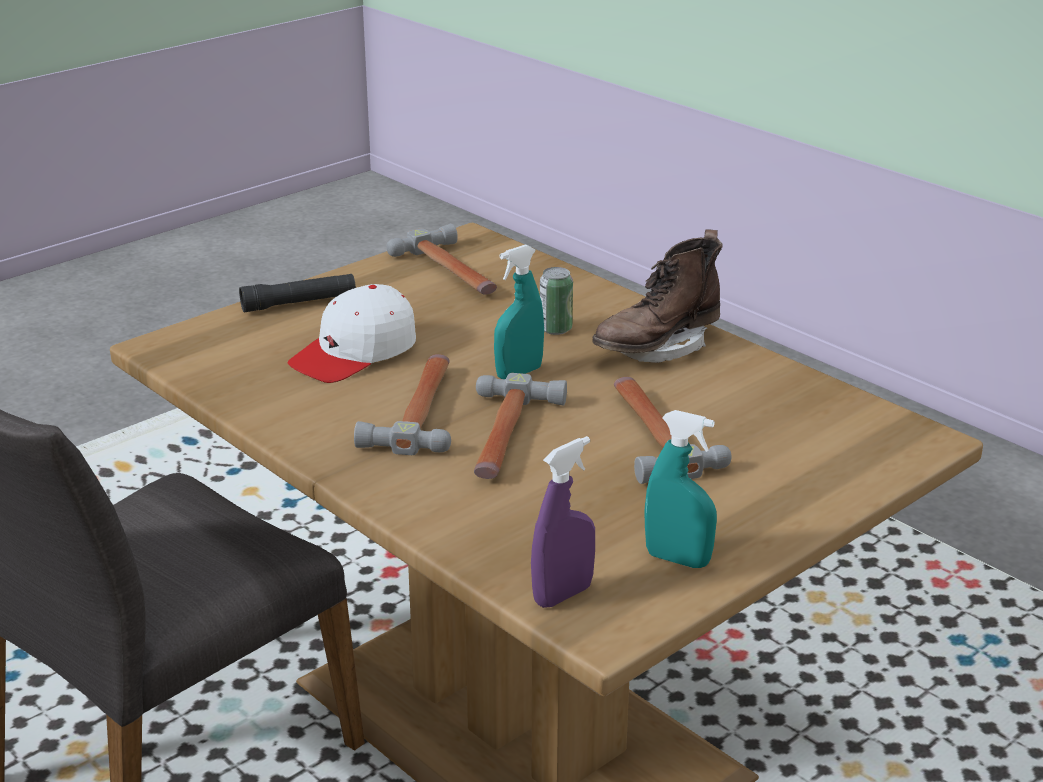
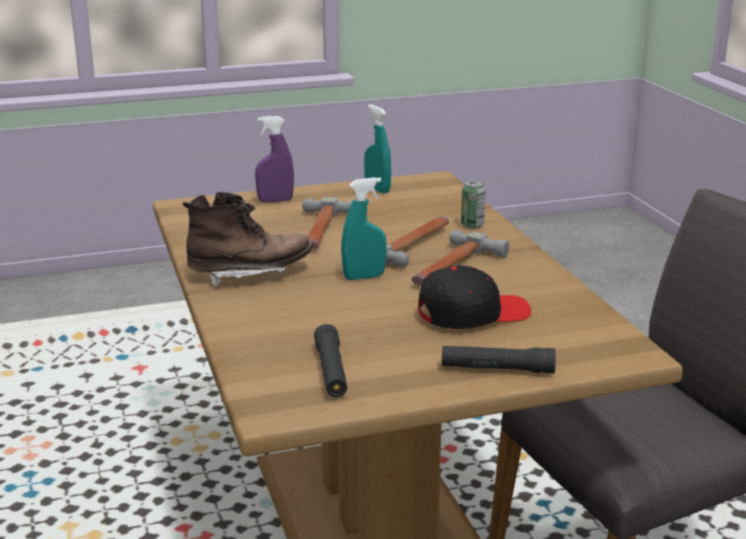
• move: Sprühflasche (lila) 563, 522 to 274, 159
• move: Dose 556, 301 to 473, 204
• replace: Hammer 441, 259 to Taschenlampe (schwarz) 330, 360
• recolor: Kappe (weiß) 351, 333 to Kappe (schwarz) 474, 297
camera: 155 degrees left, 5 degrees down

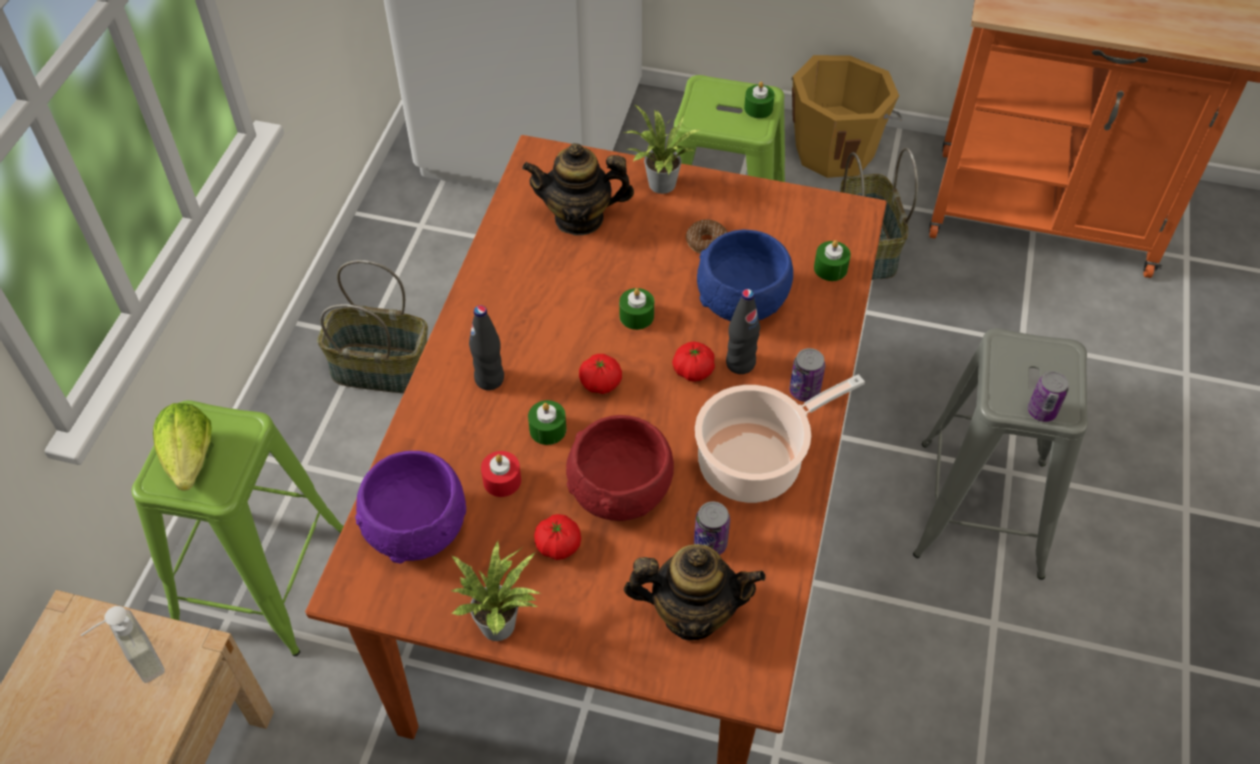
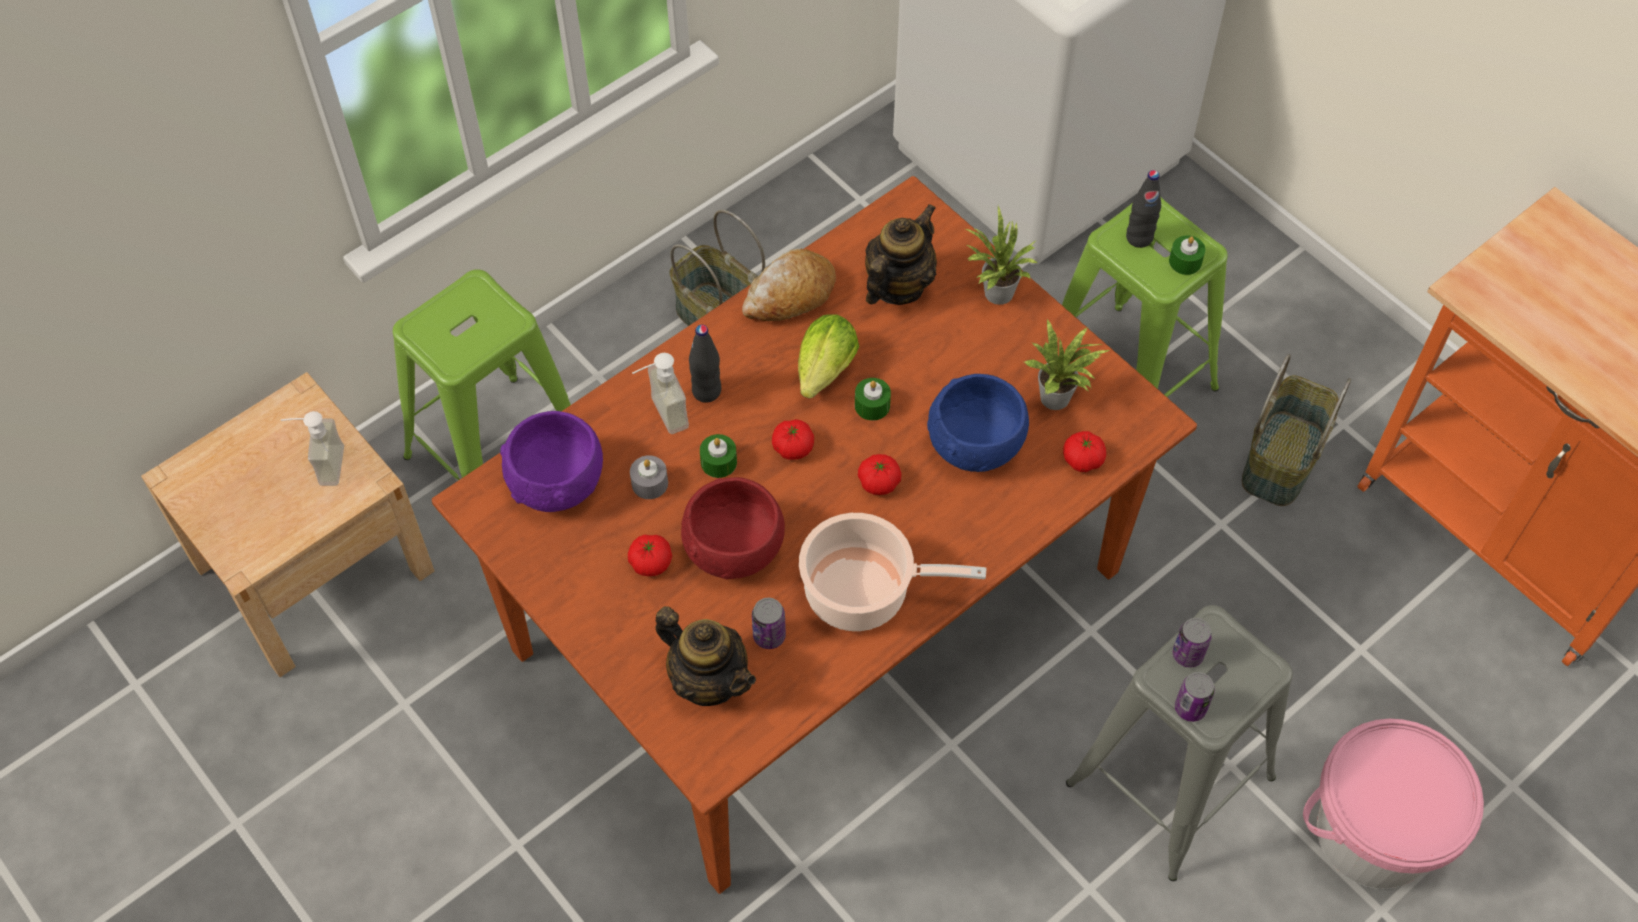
• delete: Donut 706, 236
• delete: Eimer (orange) 846, 116
• insert: Seifenspender 660, 393
• insert: Brot 789, 285
• insert: Eimer (rosa) 1393, 804
• move: Salatkopf 182, 447 to 828, 356
• move: Topfpflanze 496, 591 to 1068, 364
• move: Flasche (schwarz) 743, 331 to 1143, 209
• move: Dose 807, 375 to 1192, 642
• replace: Kerze (grün) 832, 260 to Tomate 1084, 451
• recolor: Kerze (rot) 501, 474 to Kerze (grau) 649, 477
• rotate: Teekanne 578, 189 = 901, 254 90 degrees clockwise
camera: 35 degrees right, 5 degrees up

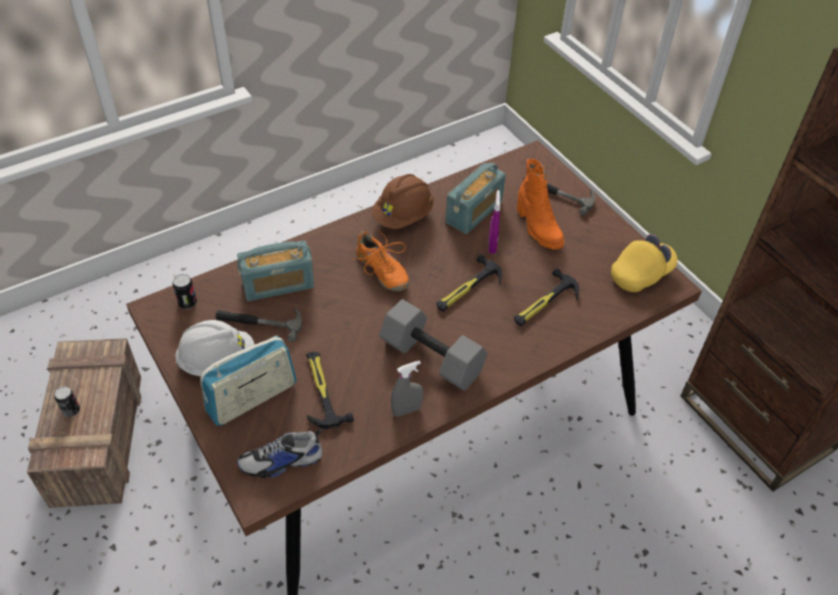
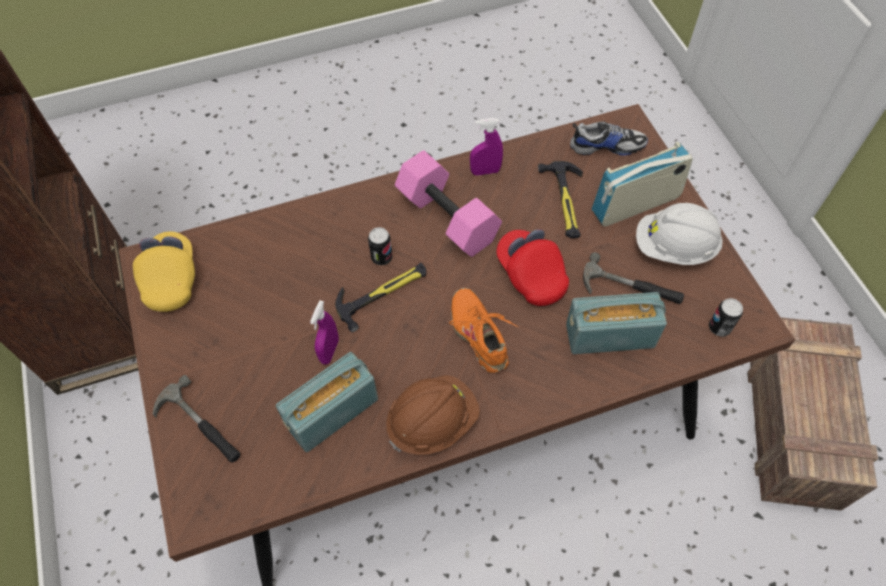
• delete: Hammer 546, 297
• delete: Stiefel (orange) 540, 204
• insert: Kappe (rot) 532, 267
• move: Dose 67, 401 to 380, 246
• recolor: Hantel (grau) 433, 345 to Hantel (rosa) 448, 203
• recolor: Sprühflasche (grau) 407, 389 to Sprühflasche (lila) 486, 147
• rotate: Kappe (gelb) 644, 263 = 164, 272 105 degrees clockwise
camera: 165 degrees left, 10 degrees up

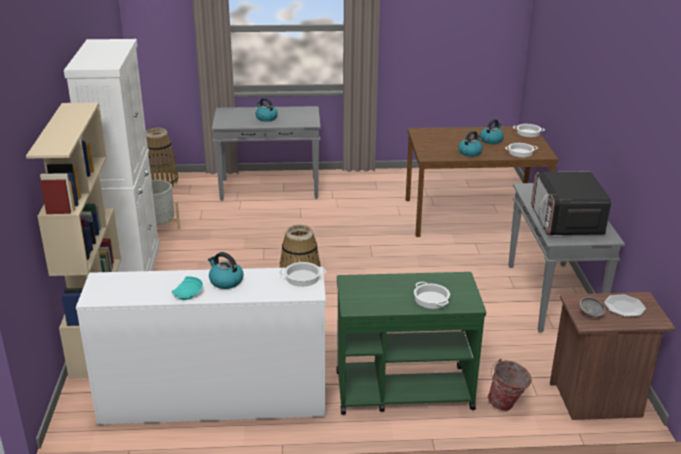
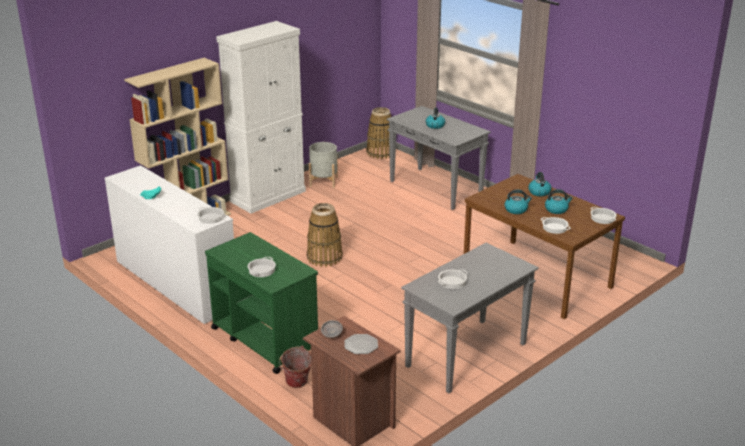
• move: Wasserkessel 226, 270 to 539, 184
• replace: Mikrowelle 571, 203 to Kochtopf 453, 279
camera: 50 degrees right, 0 degrees up

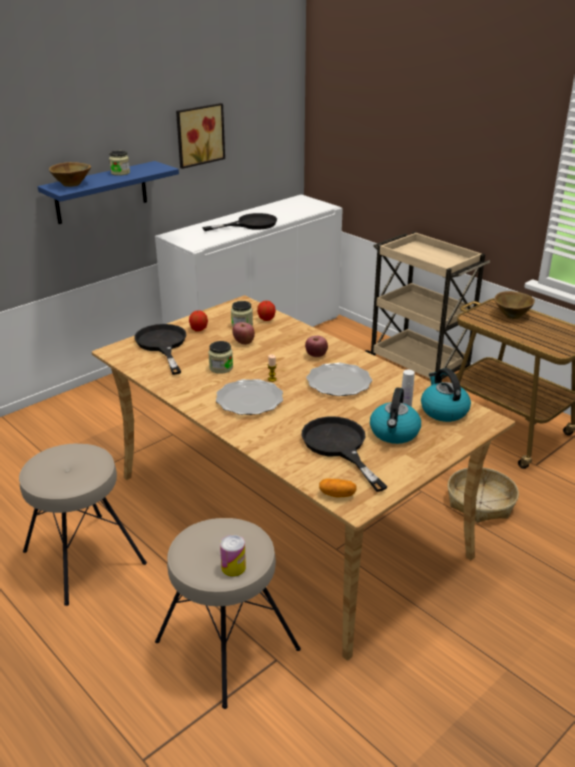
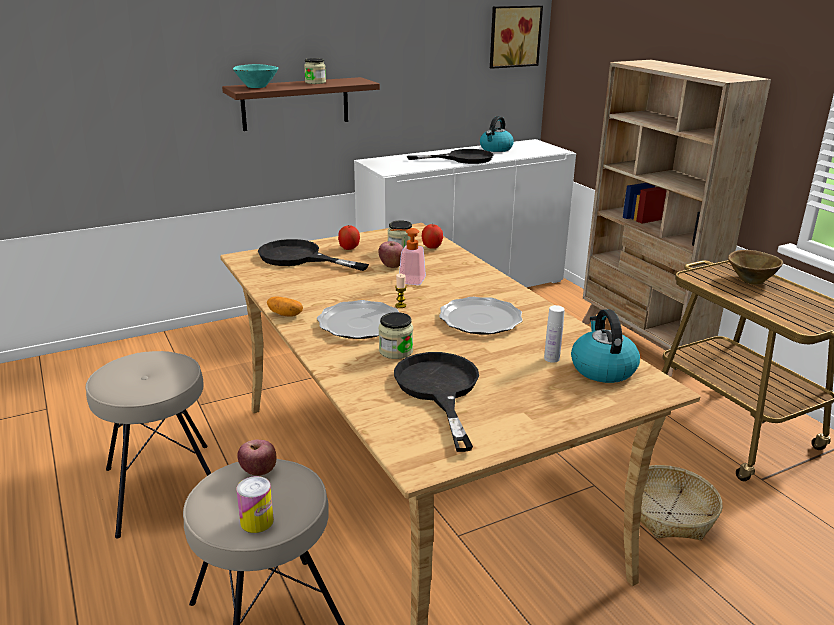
• insert: Seifenspender 408, 256
• move: Bild 200, 136 to 516, 37
• move: Vorratsglas 220, 357 to 396, 335
• move: Apfel 316, 346 to 257, 458
• move: Kartoffel 338, 488 to 285, 306
• move: Wasserkessel 395, 415 to 497, 134
• replace: Rollwagen (beige) 428, 307 to Bücherregal (beige) 676, 218
• recolor: Wandregal (blau) 108, 192 to Wandregal (braun) 301, 104
• recolor: Schüssel (braun) 70, 174 to Schüssel (türkis) 255, 76
• rotate: Pfanne (schwarz) 160, 349 = 313, 255 60 degrees counterclockwise
camera: 15 degrees right, 5 degrees down

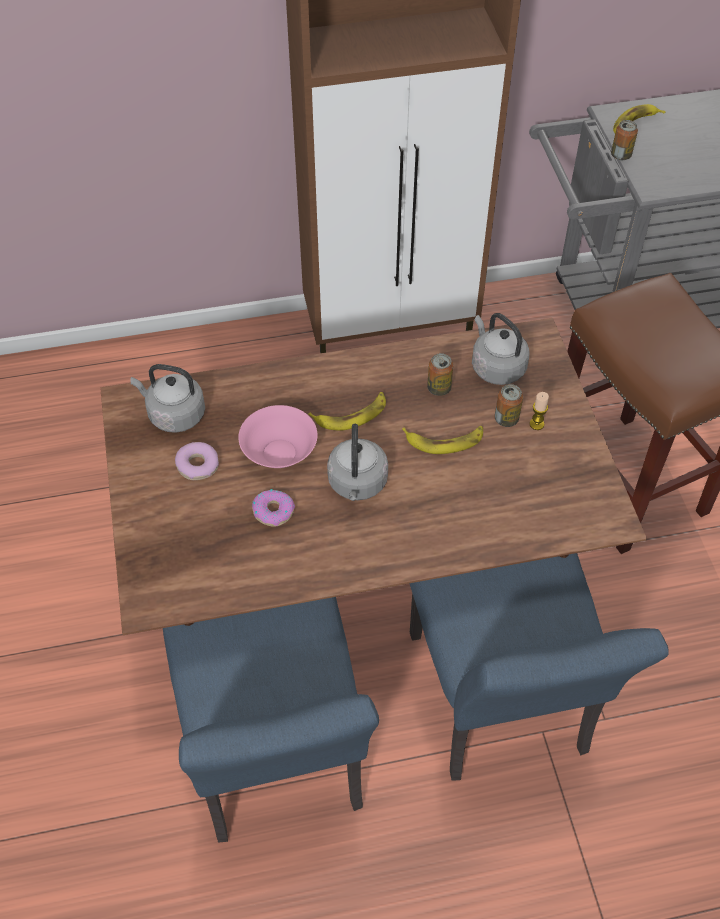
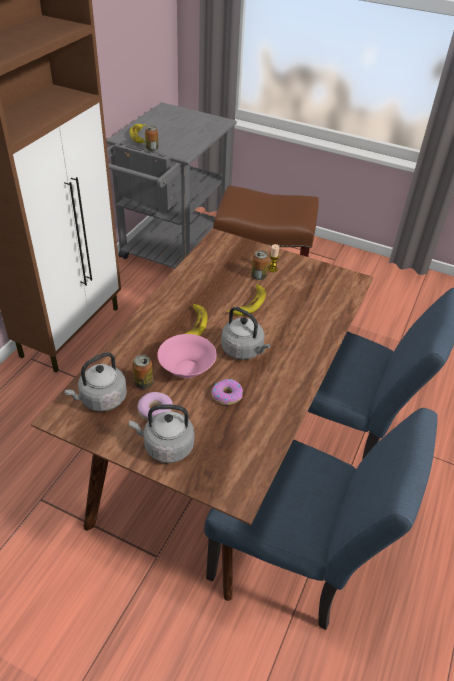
• move: Dose 440, 374 to 142, 372
• move: Wasserkessel (grau) 501, 349 to 161, 434
camera: 55 degrees left, 10 degrees down

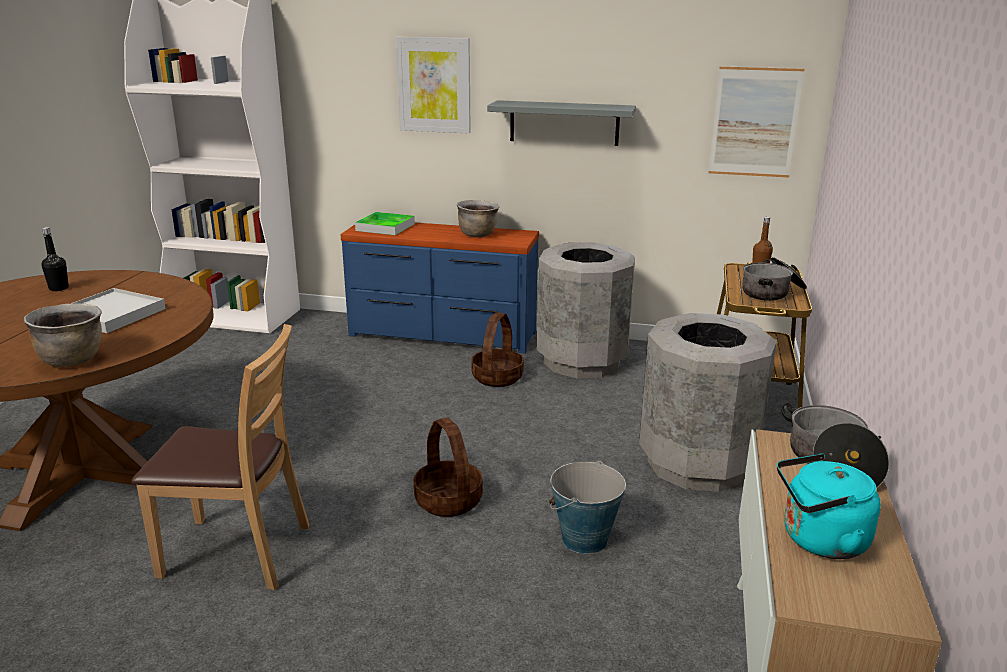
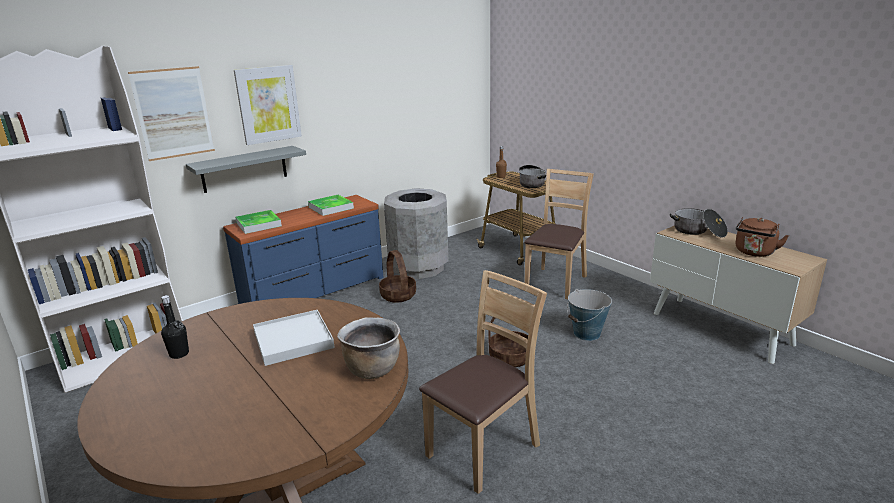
• move: Wandregal (grau) 561, 123 to 246, 169
• move: Bild 757, 122 to 171, 113
• replace: Kochtopf (braun) 478, 218 to Tablett 331, 205
• replace: Mülleimer (grau) 708, 402 to Stuhl (braun) 559, 234
• recolor: Wasserkessel (türkis) 829, 506 to Wasserkessel (braun) 762, 237
camera: 50 degrees left, 0 degrees up

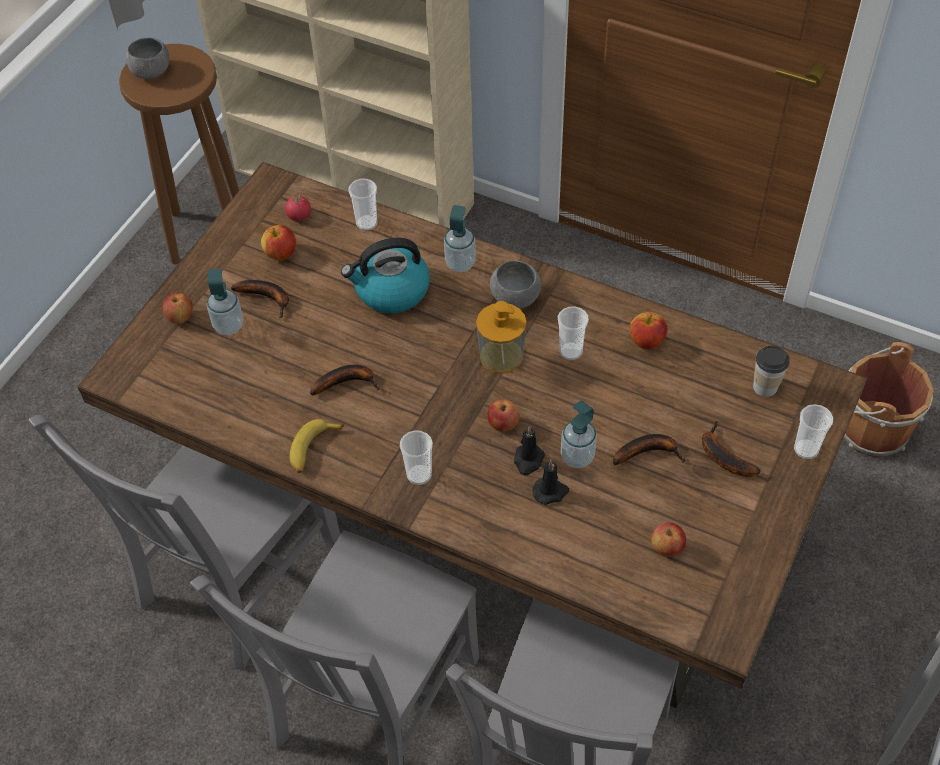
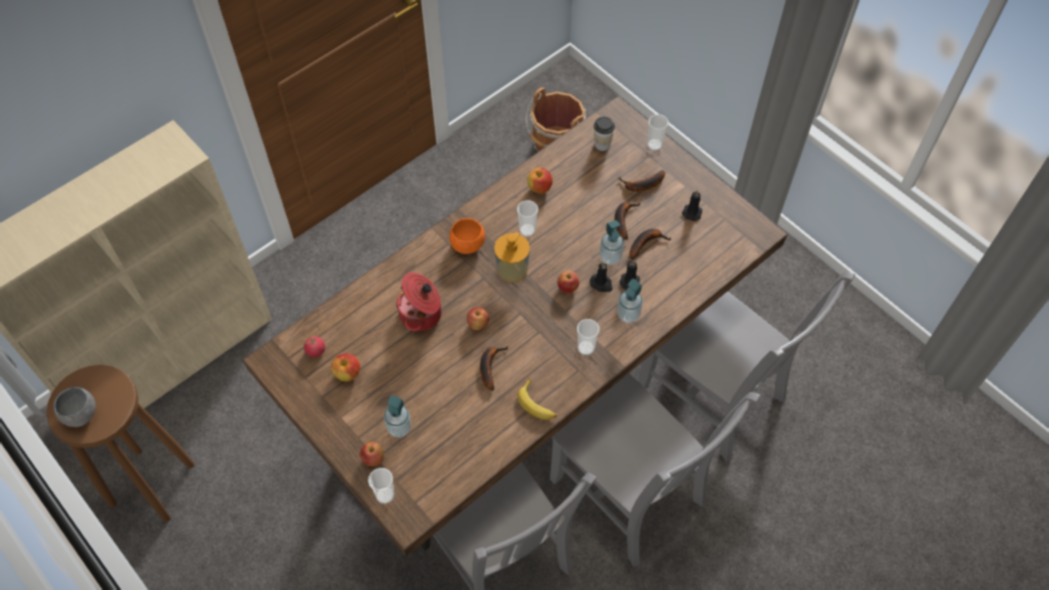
• insert: Kerze (schwarz) 692, 205
• move: Banane 260, 299 to 650, 245
• move: Tasse 363, 205 to 381, 486
• move: Seifenspender 460, 238 to 629, 300
• move: Apfel 668, 539 to 478, 318
• replace: Wasserkessel 385, 275 to Kochtopf 419, 301
• recolor: Schüssel (grau) 515, 284 to Schüssel (orange) 467, 236
camera: 70 degrees left, 5 degrees up

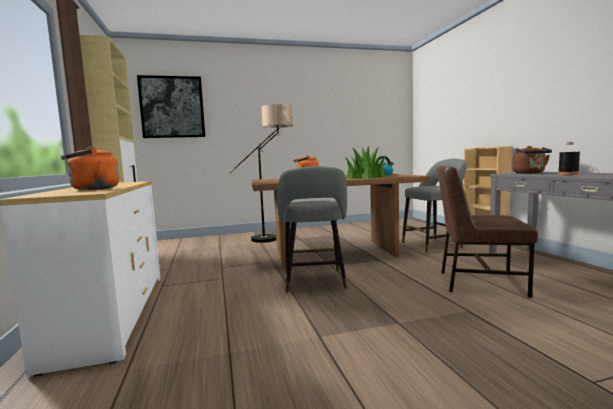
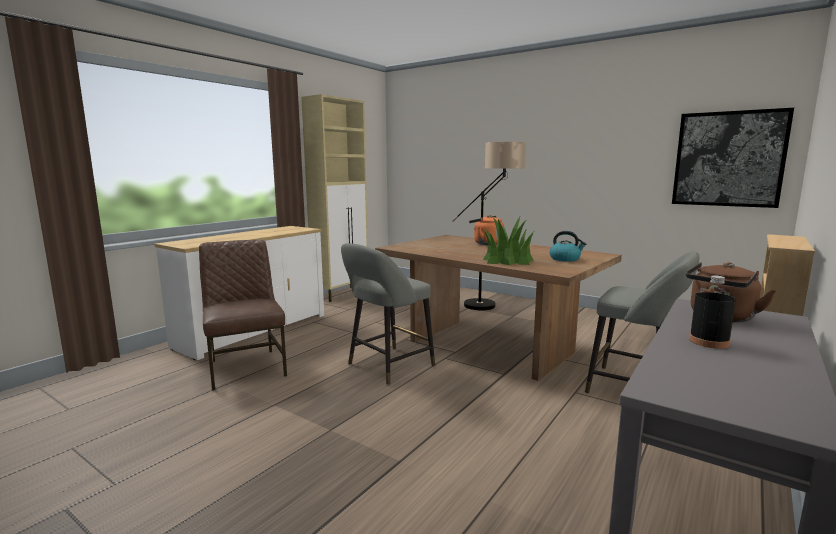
• delete: Wasserkessel (orange) 90, 168
• move: Bild 171, 106 to 733, 158
• move: Stuhl (braun) 487, 232 to 243, 315
camera: 50 degrees right, 5 degrees up

